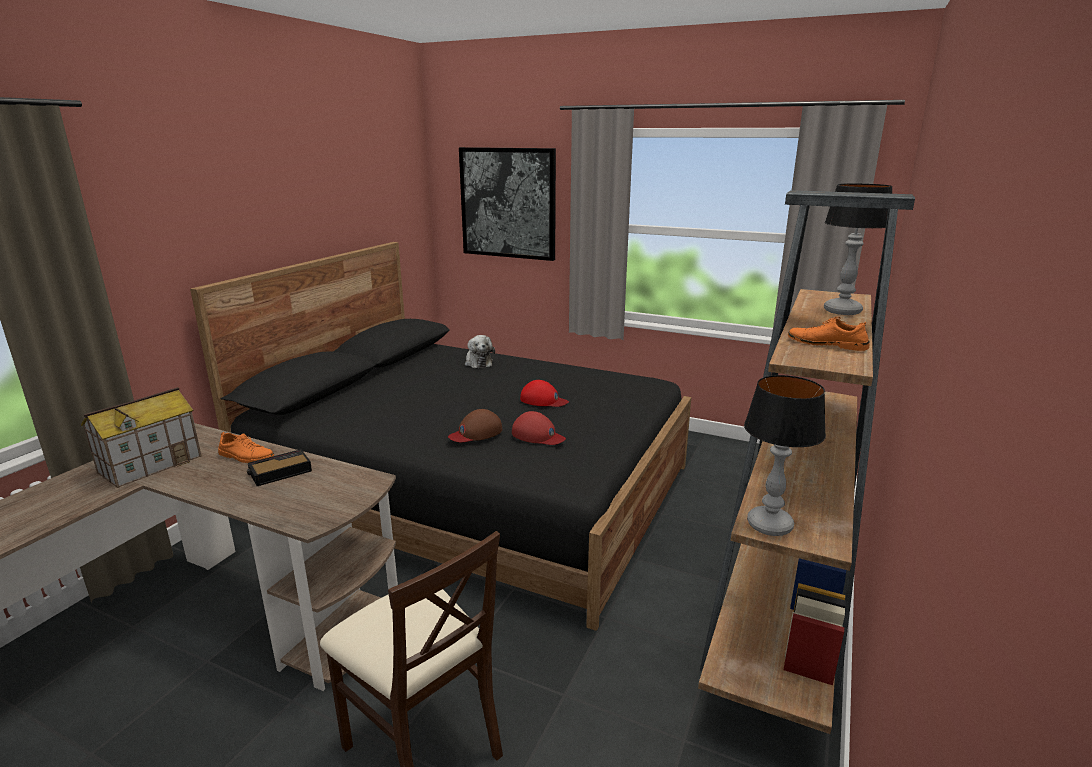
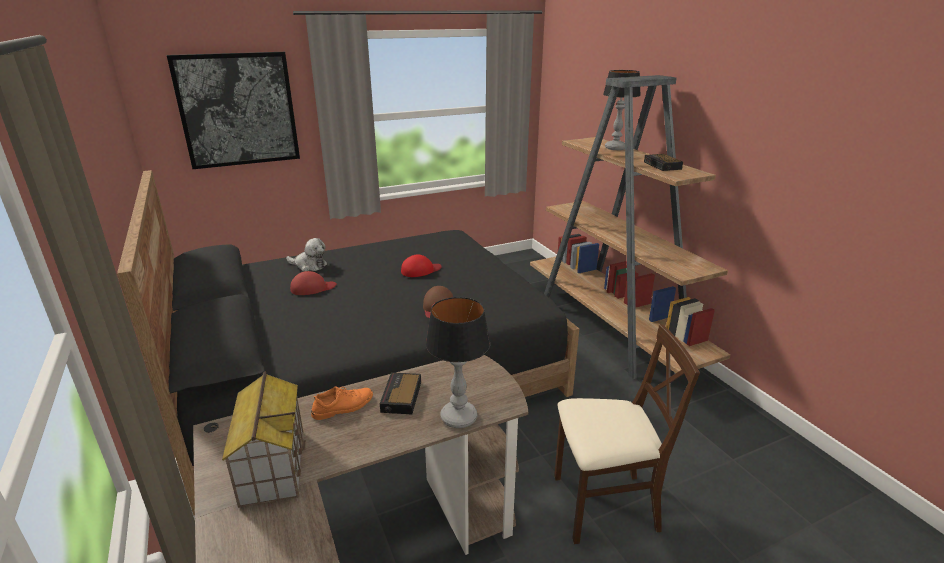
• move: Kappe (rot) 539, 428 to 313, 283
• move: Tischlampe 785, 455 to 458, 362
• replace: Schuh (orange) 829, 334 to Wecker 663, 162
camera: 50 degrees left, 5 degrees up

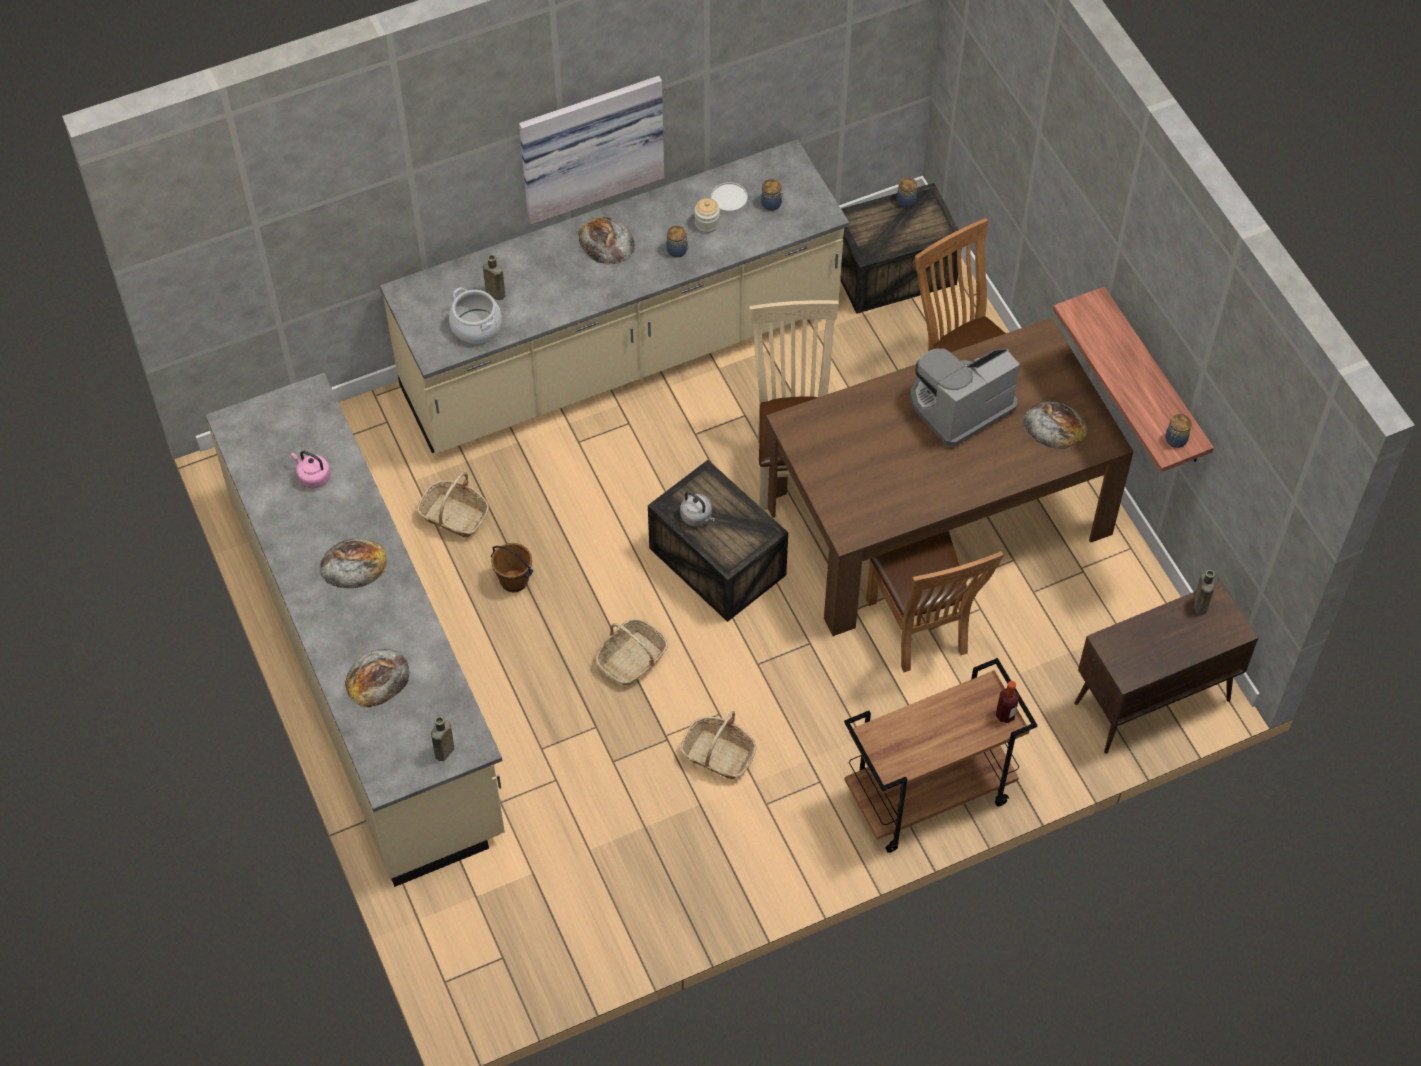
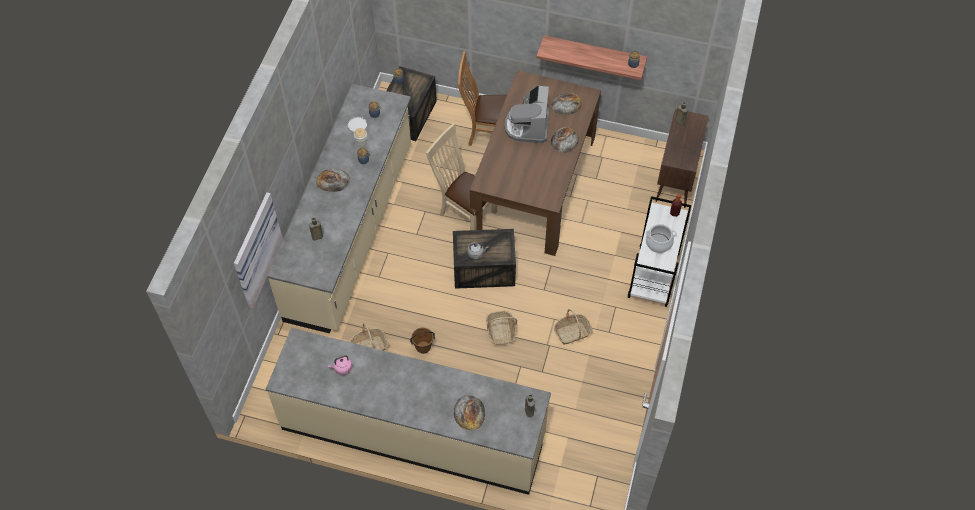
• delete: Stuhl (braun) 934, 601
• move: Brot 353, 564 to 564, 140
• move: Kochtopf 475, 315 to 661, 238
• move: Bild 591, 150 to 258, 250
• recolor: Rollwagen (braun) 940, 755 to Rollwagen (weiß) 659, 251
camera: 50 degrees left, 0 degrees up

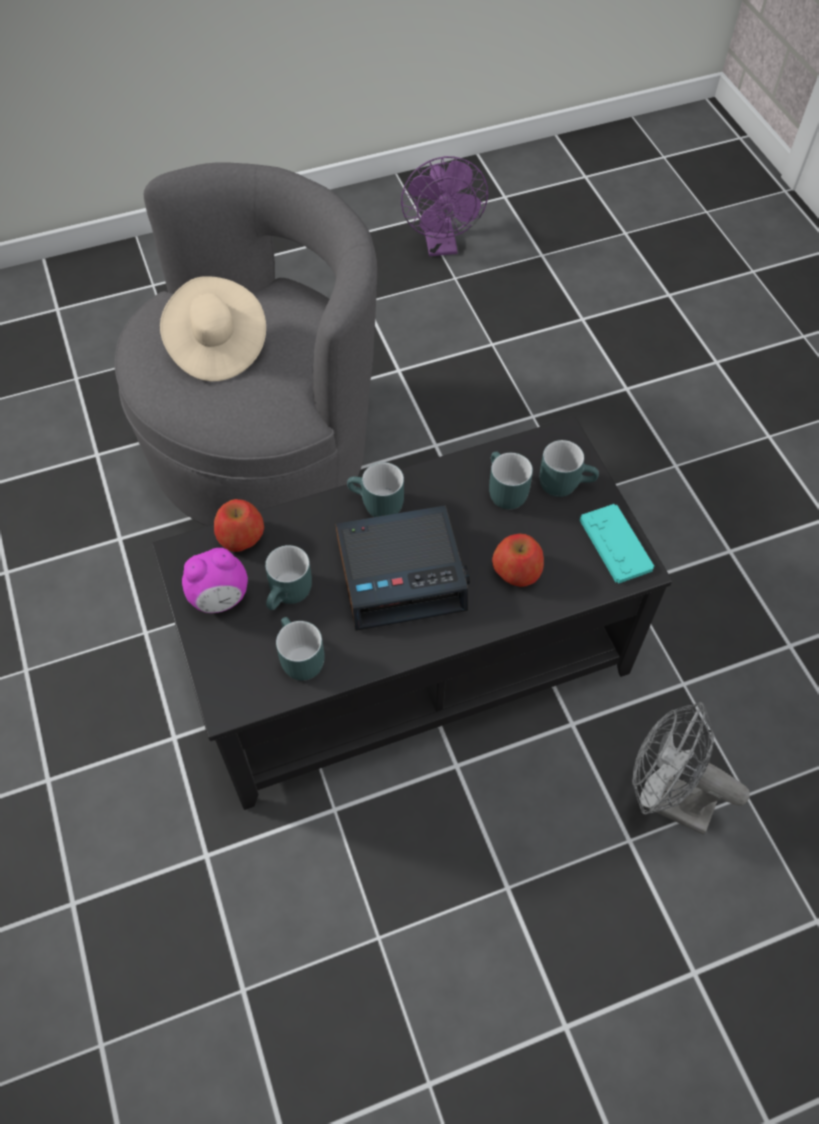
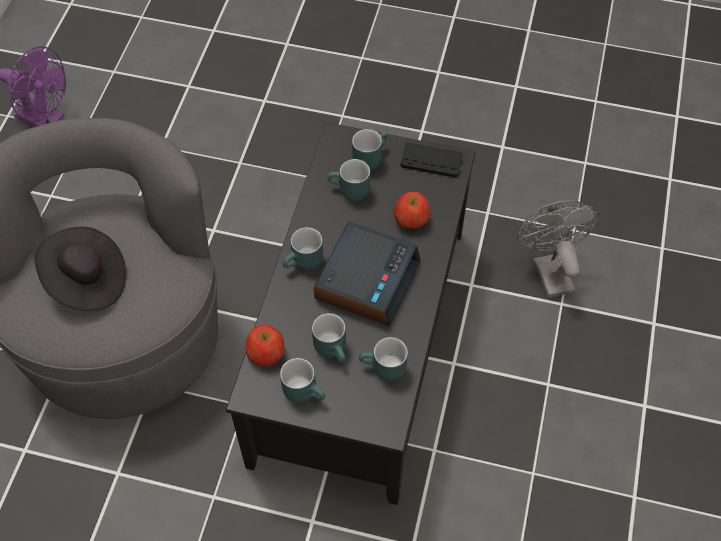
• replace: Wecker 215, 580 to Henkelbecher (türkis) 302, 380
• recolor: Hut (beige) 213, 328 to Hut (schwarz) 80, 269
• recolor: Gamepad (türkis) 617, 544 to Gamepad (schwarz) 431, 159
• rotate: Ventilator (grau) 691, 768 = 558, 249 105 degrees clockwise
camera: 55 degrees left, 0 degrees up

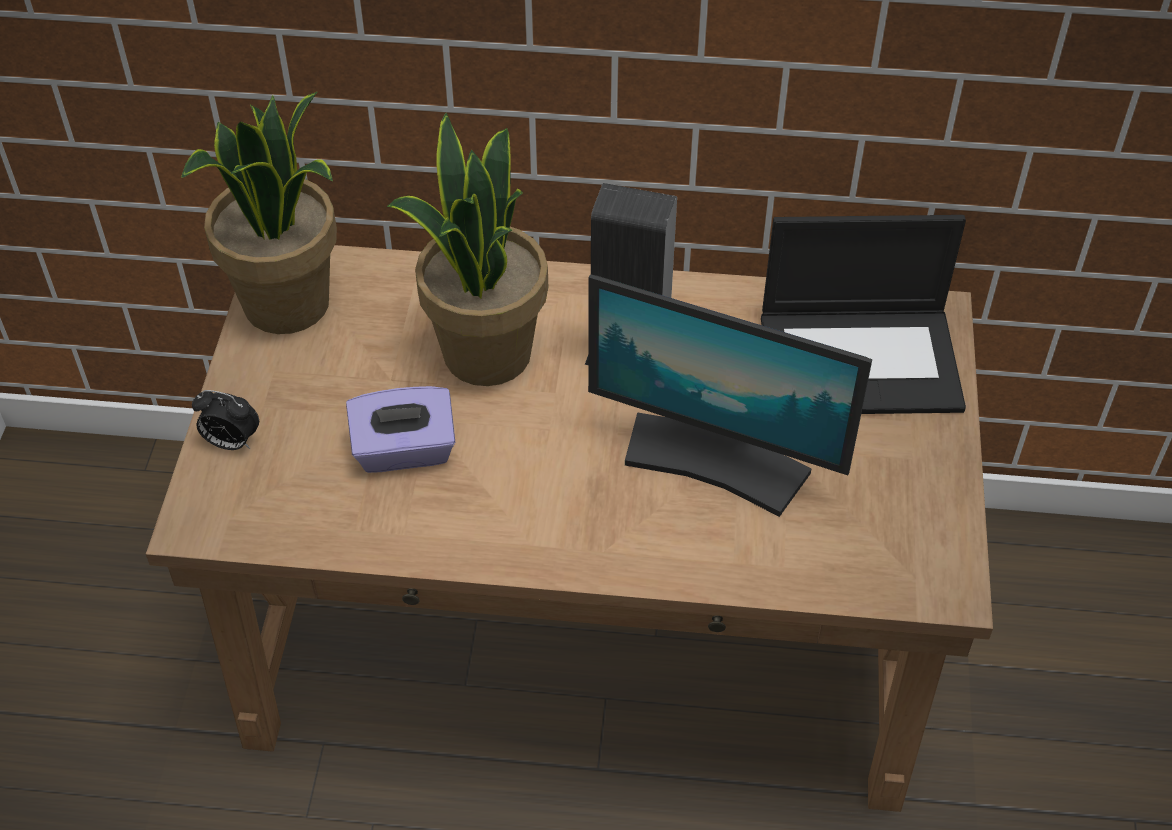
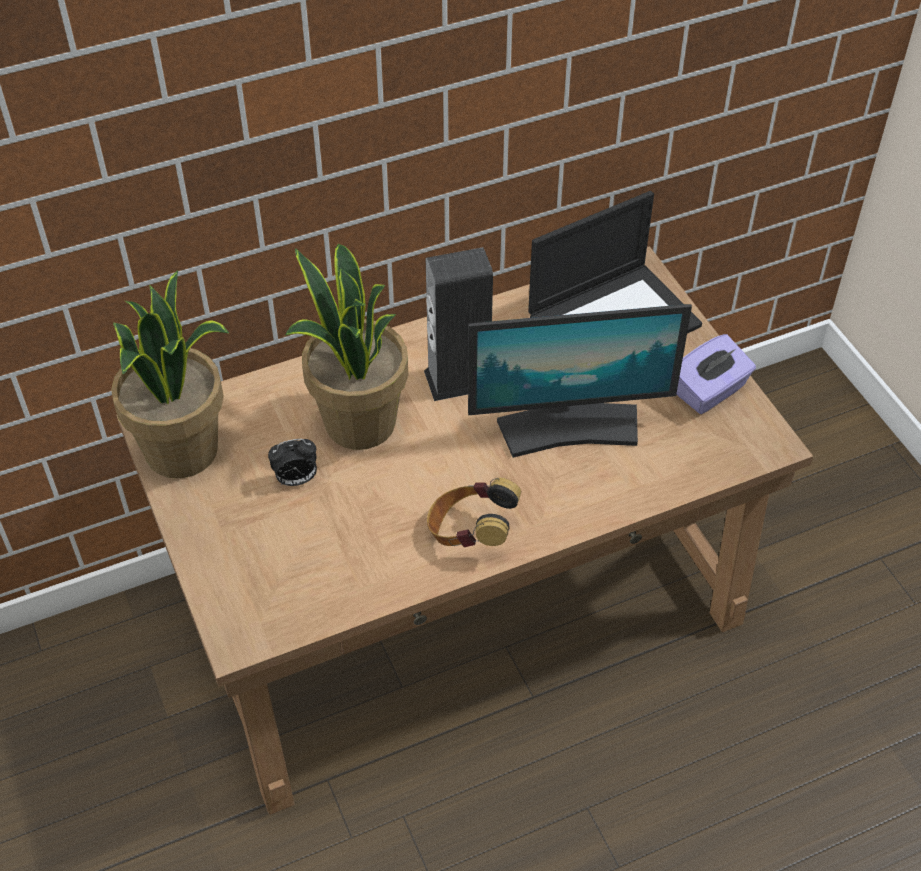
• insert: Kopfhörer 474, 512
• move: Wecker 225, 420 to 292, 462
• move: Taschentuchbox (lila) 400, 429 to 716, 374
camera: 30 degrees left, 0 degrees up

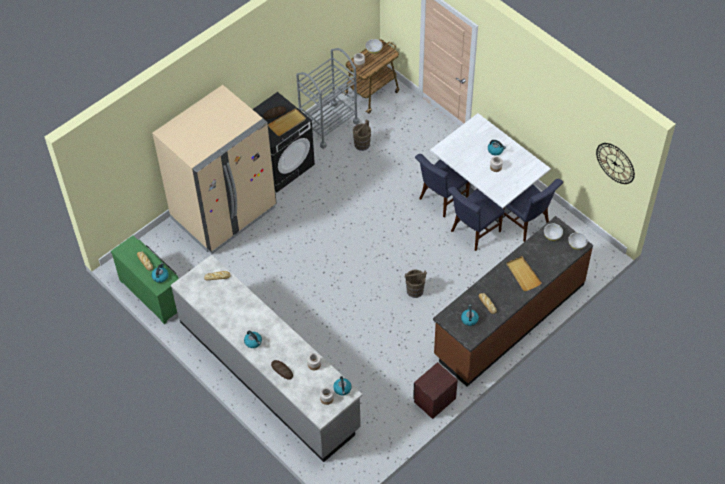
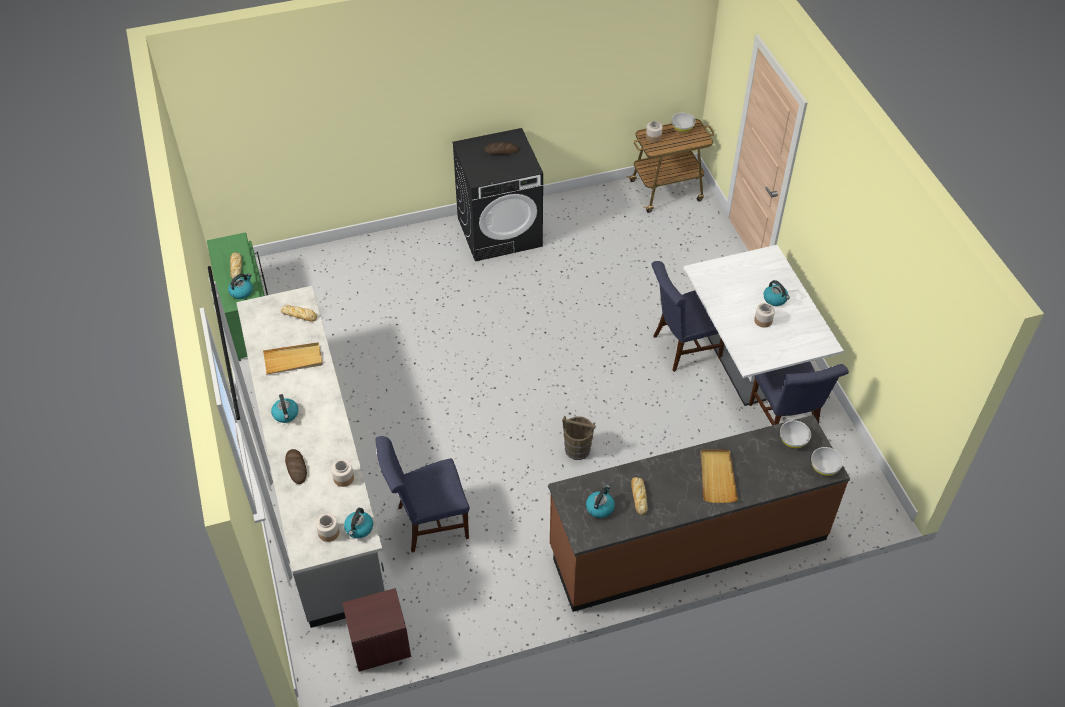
• delete: Kühlschrank (beige) 214, 170
• delete: Rollwagen (grau) 327, 98
• delete: Eimer (braun) 362, 135
• delete: Wanduhr 615, 163
• move: Tablett (beige) 287, 122 to 293, 358
• move: Nachttisch (braun) 435, 390 to 376, 629
• move: Stuhl (blau) 476, 219 to 422, 494
camera: 25 degrees right, 5 degrees down

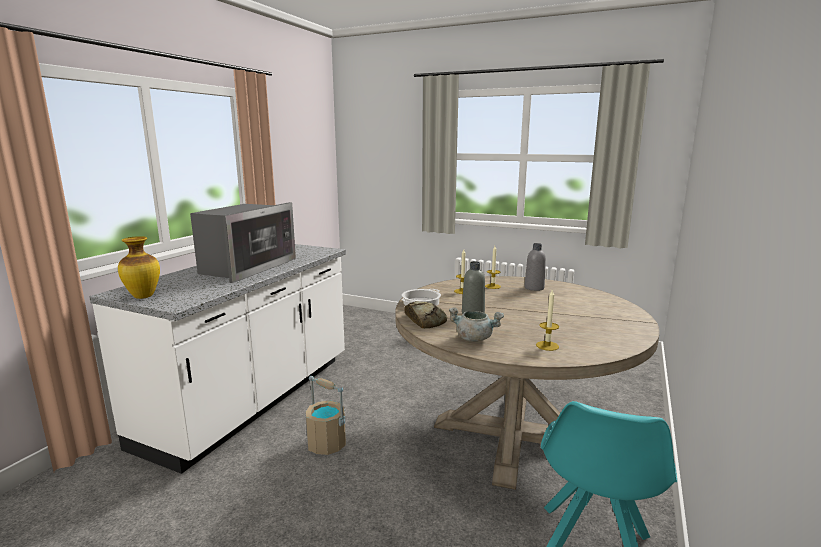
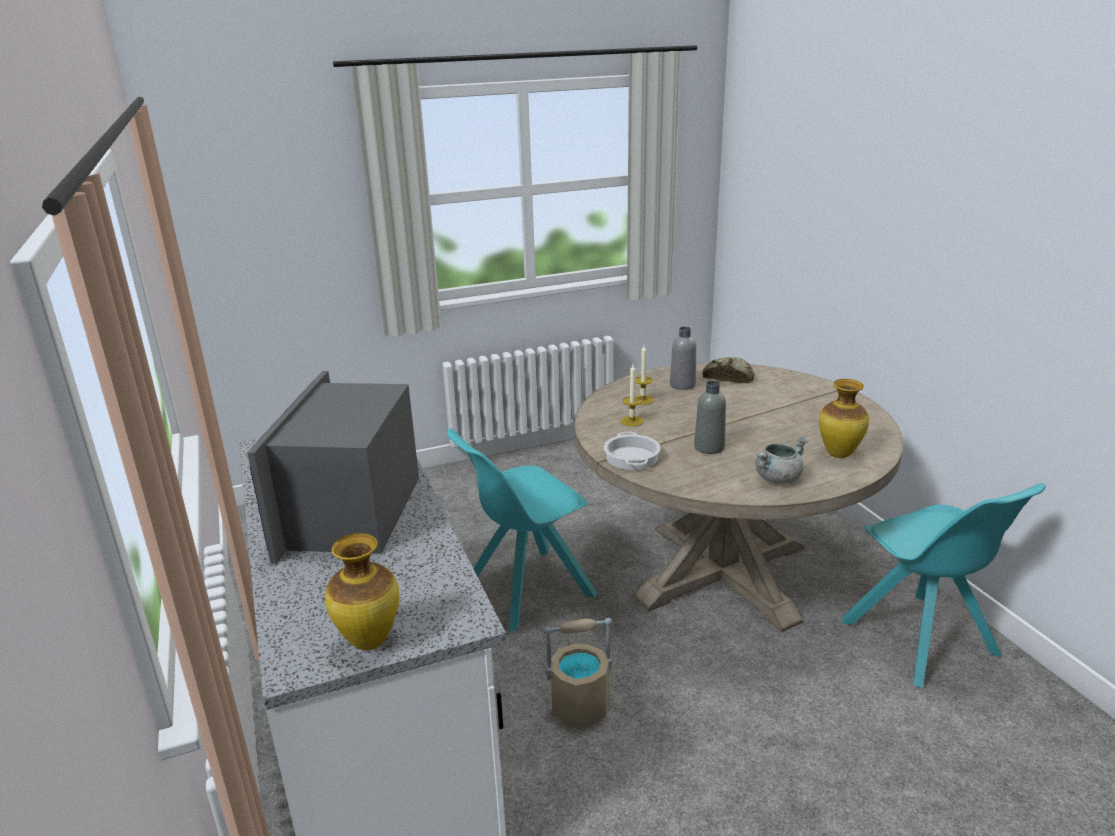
• insert: Stuhl (türkis) 522, 529
• move: Brot 425, 314 to 728, 370
• replace: Kerze 547, 320 to Vase 844, 418
• rotate: Mikrowelle 243, 242 = 333, 467 150 degrees counterclockwise
camera: 45 degrees left, 10 degrees up

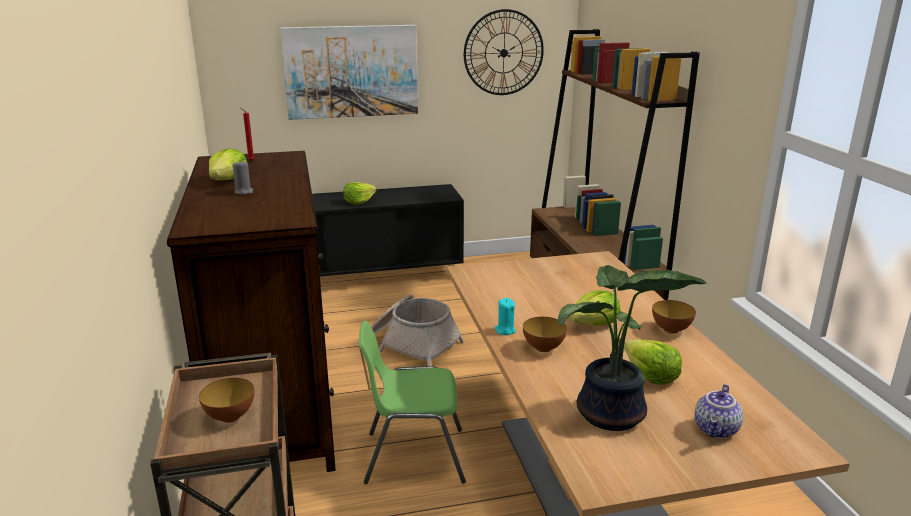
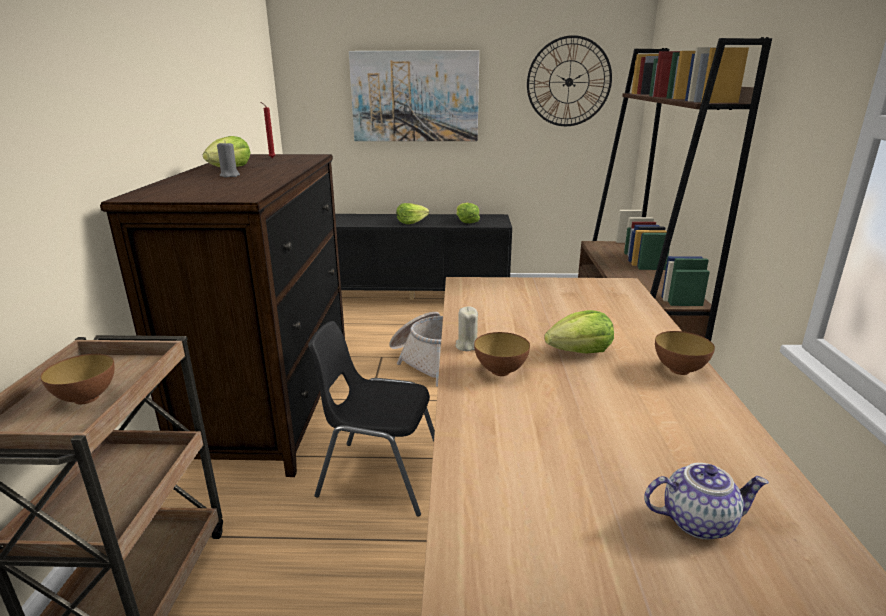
• delete: Topfpflanze 632, 348
• move: Salatkopf 653, 362 to 468, 213
• recolor: Stuhl (grün) 412, 402 to Stuhl (schwarz) 371, 419
• recolor: Kerze (türkis) 505, 316 to Kerze (beige) 466, 328
• rotate: Teekanne 719, 411 = 706, 501 135 degrees counterclockwise
camera: 15 degrees right, 0 degrees up

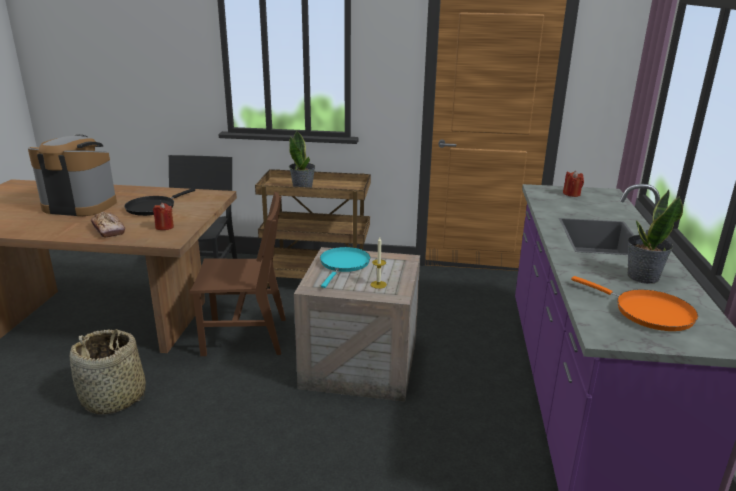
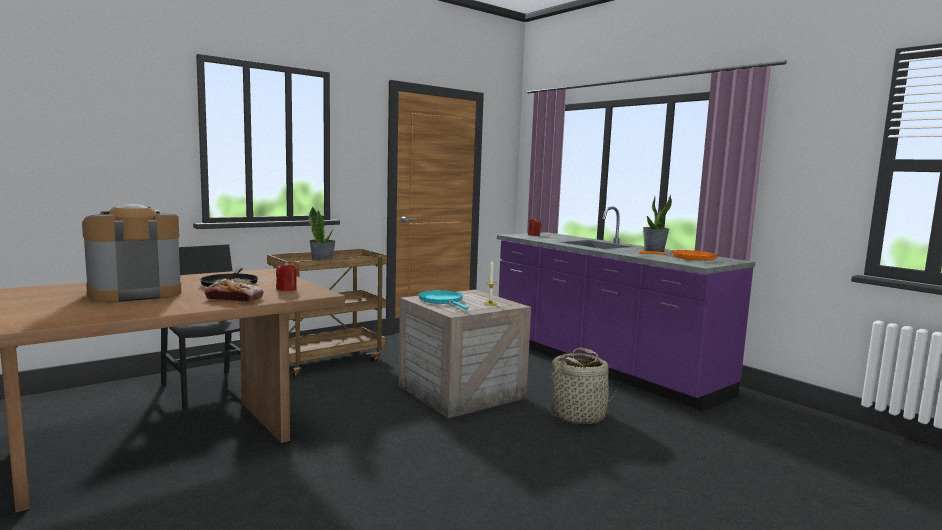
• delete: Stuhl (braun) 238, 274
• move: Korb 108, 372 to 582, 386
camera: 45 degrees left, 15 degrees down

